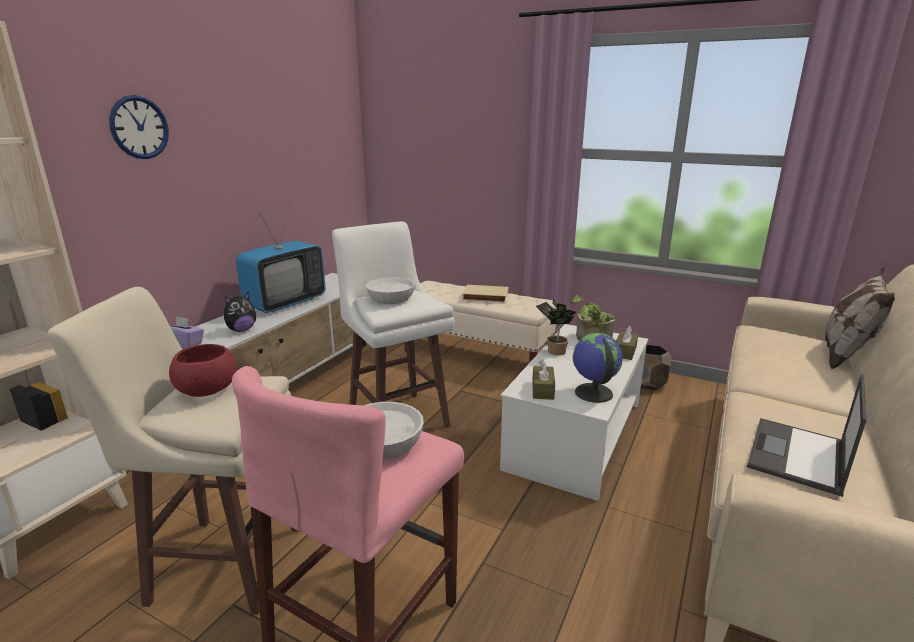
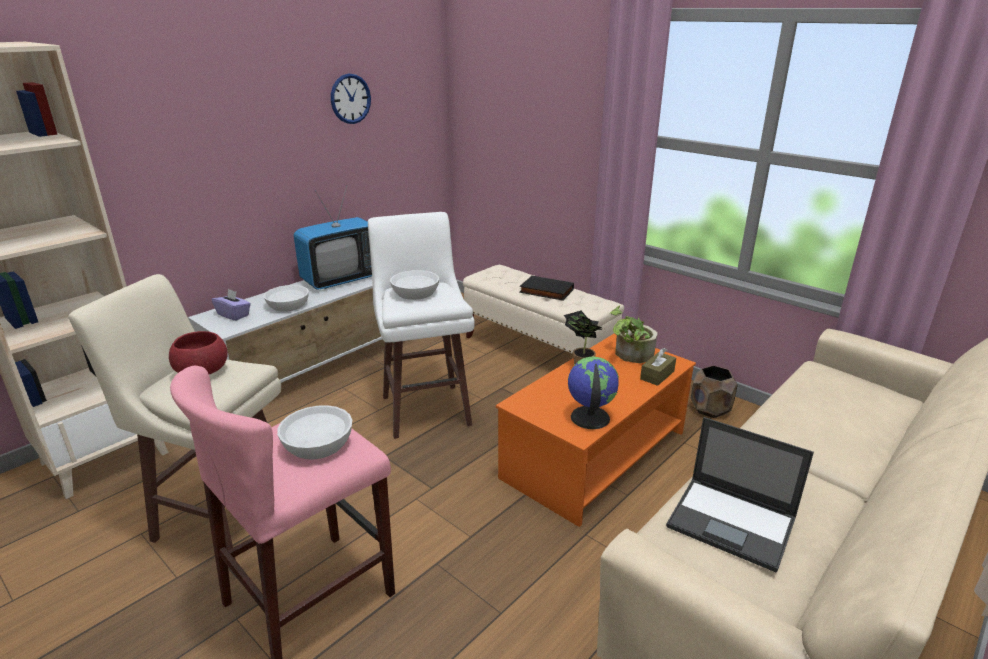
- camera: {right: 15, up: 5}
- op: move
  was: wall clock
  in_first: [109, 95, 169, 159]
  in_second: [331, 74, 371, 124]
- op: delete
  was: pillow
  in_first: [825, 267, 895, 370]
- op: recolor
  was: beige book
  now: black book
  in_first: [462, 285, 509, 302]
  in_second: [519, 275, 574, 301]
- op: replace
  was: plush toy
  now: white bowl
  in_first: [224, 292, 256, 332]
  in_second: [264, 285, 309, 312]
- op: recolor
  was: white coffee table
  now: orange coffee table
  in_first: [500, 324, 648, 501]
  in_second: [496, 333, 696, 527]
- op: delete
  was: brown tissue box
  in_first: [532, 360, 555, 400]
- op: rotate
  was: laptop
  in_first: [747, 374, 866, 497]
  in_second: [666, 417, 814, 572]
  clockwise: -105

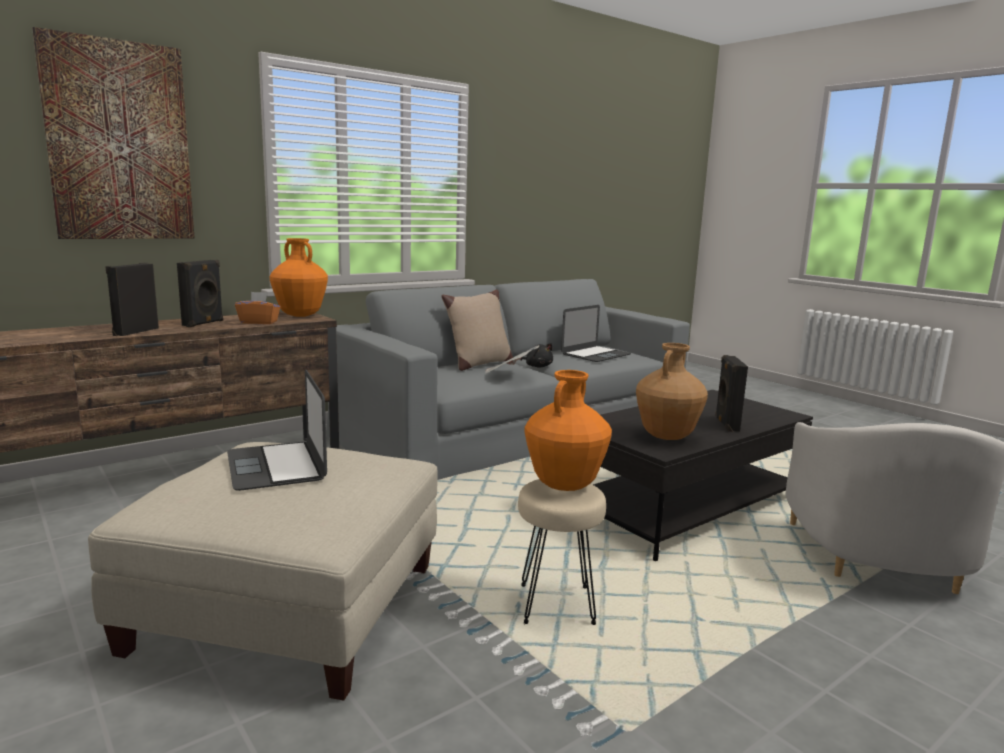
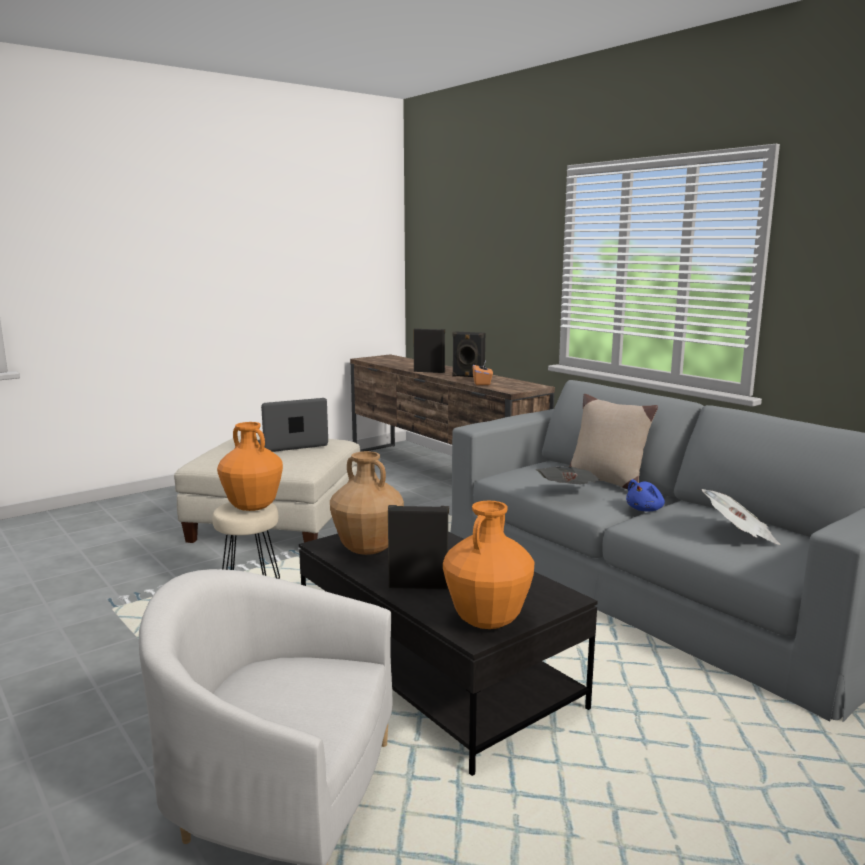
- camera: {right: 90, up: 0}
- op: delete
  was: picture
  in_first: [32, 27, 195, 239]
- op: move
  was: orange vase
  in_first: [270, 238, 328, 317]
  in_second: [443, 501, 534, 629]
- op: replace
  was: laptop
  now: newspaper
  in_first: [561, 305, 631, 362]
  in_second: [701, 489, 781, 545]
- op: recolor
  was: black plush toy
  now: blue plush toy
  in_first: [521, 343, 553, 367]
  in_second: [626, 479, 665, 512]

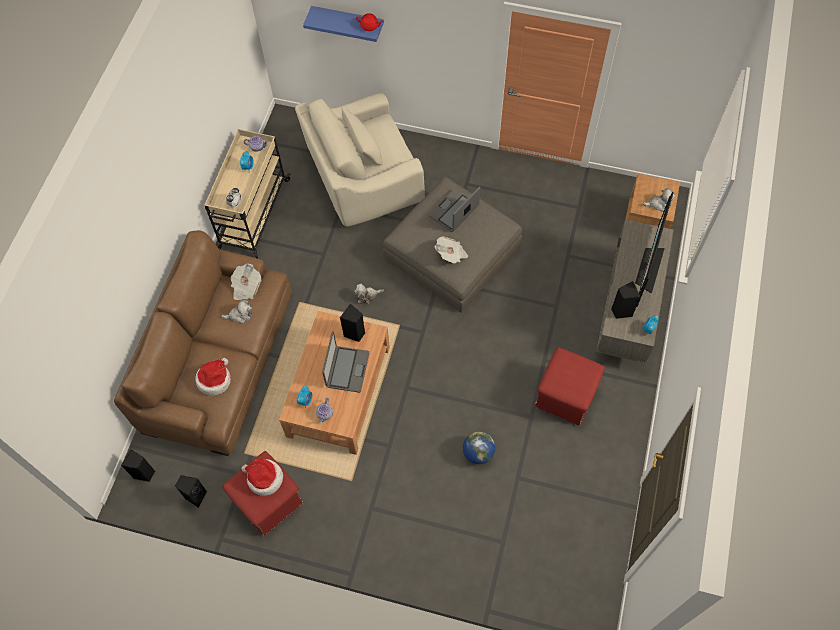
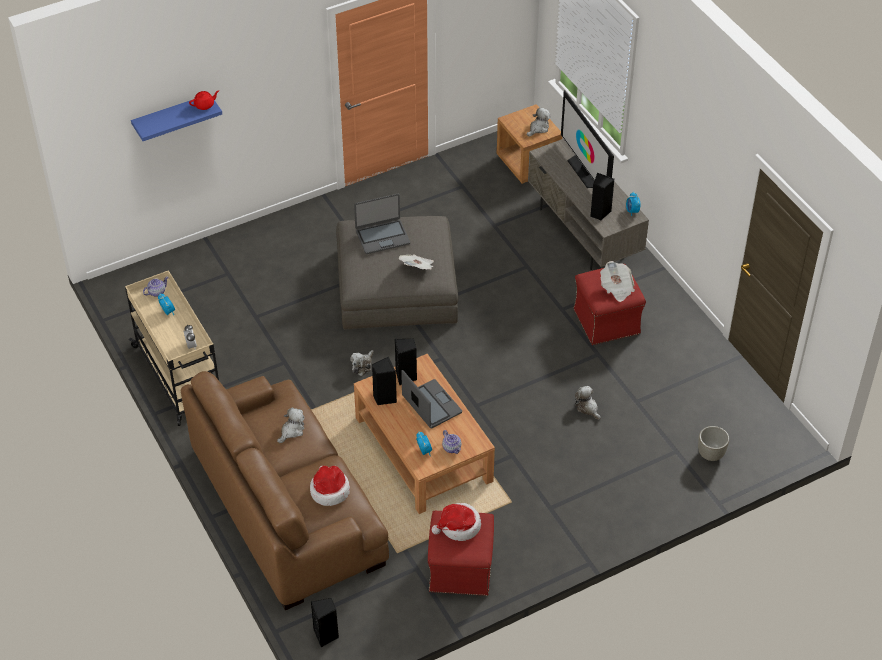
- camera: {right: -45, up: -15}
- op: delete
  was: beige armchair
  in_first: [295, 93, 425, 227]
- op: rotate
  was: laptop
  in_first: [429, 187, 481, 232]
  in_second: [354, 194, 410, 254]
  clockwise: -105
- op: move
  was: newspaper
  in_first: [231, 264, 261, 300]
  in_second: [600, 261, 635, 302]
- op: replace
  was: globe
  now: plush toy
  in_first: [463, 431, 495, 464]
  in_second: [575, 386, 601, 420]
- op: move
  was: black speaker
  in_first: [175, 475, 207, 508]
  in_second: [372, 357, 397, 405]
- op: insert
  now: grey planter
  in_second: [698, 426, 729, 461]

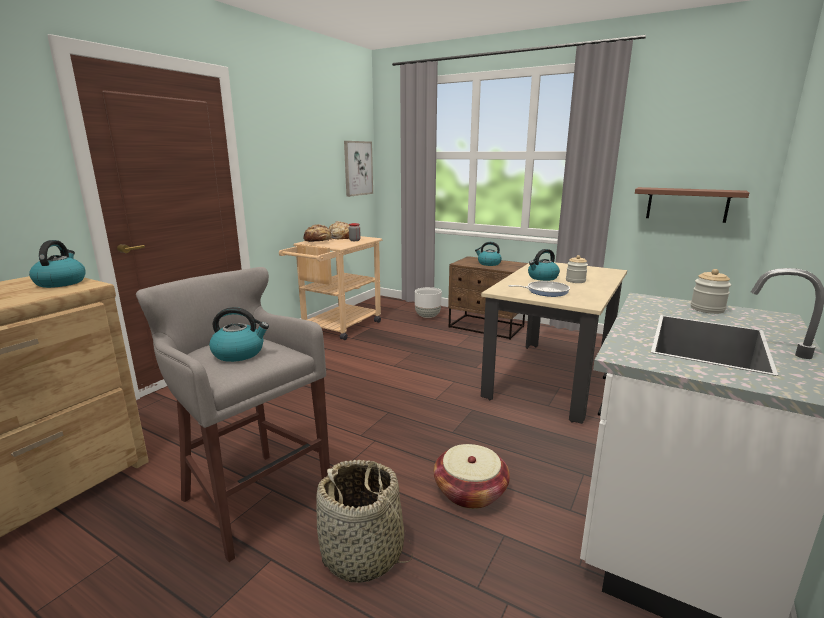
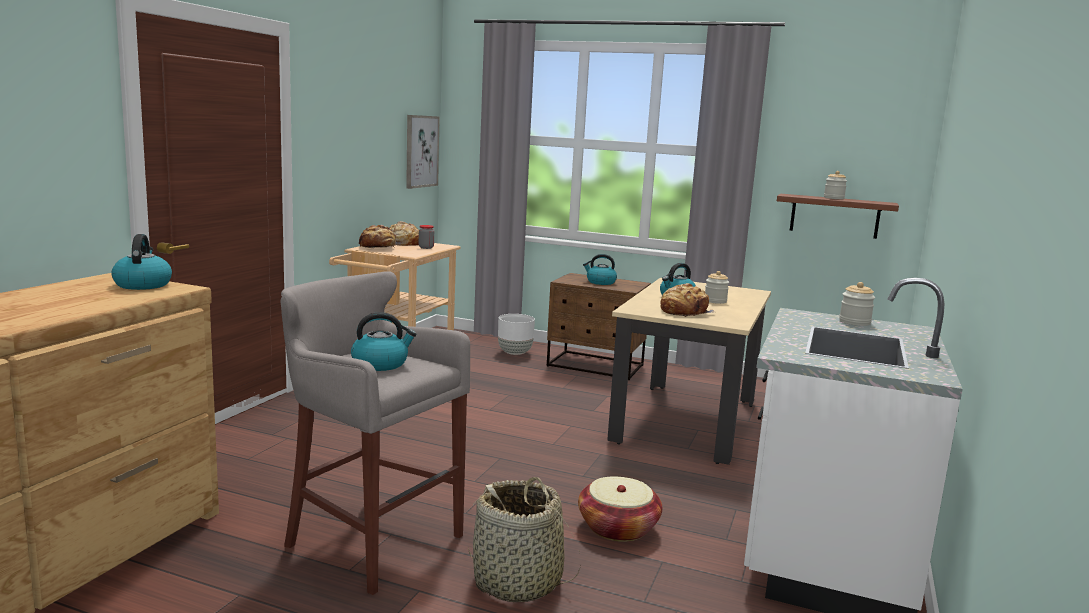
- camera: {right: -10, up: -5}
- op: replace
  was: frying pan
  now: bread
  in_first: [508, 281, 570, 297]
  in_second: [660, 283, 714, 317]
- op: insert
  now: jar
  in_second: [824, 171, 847, 199]

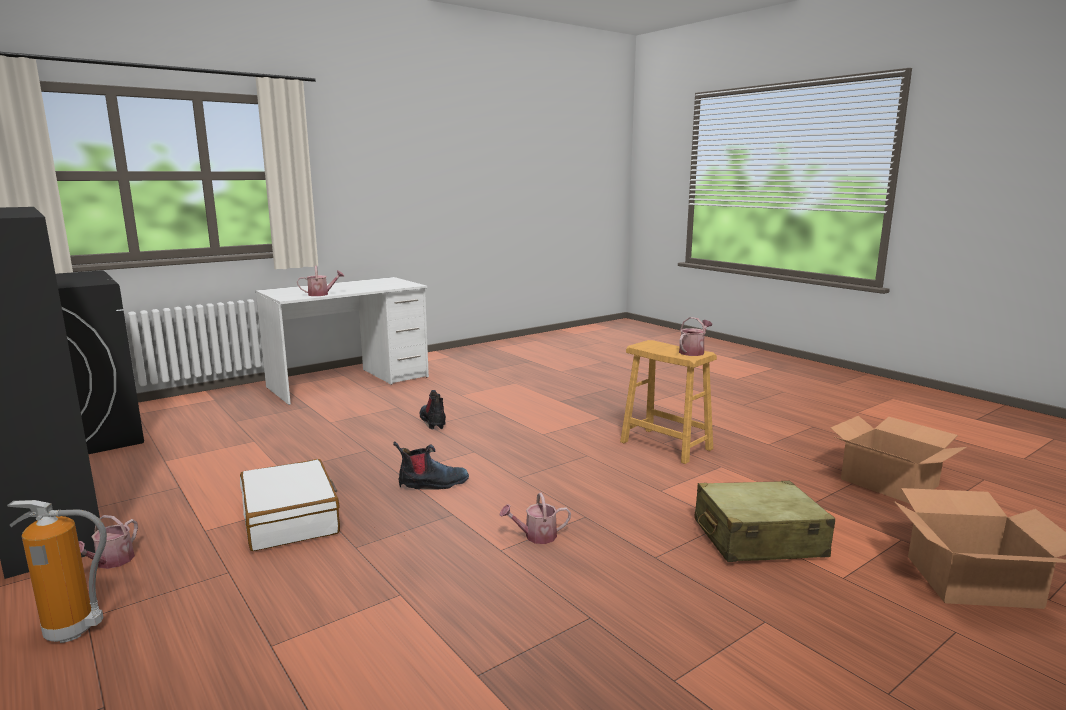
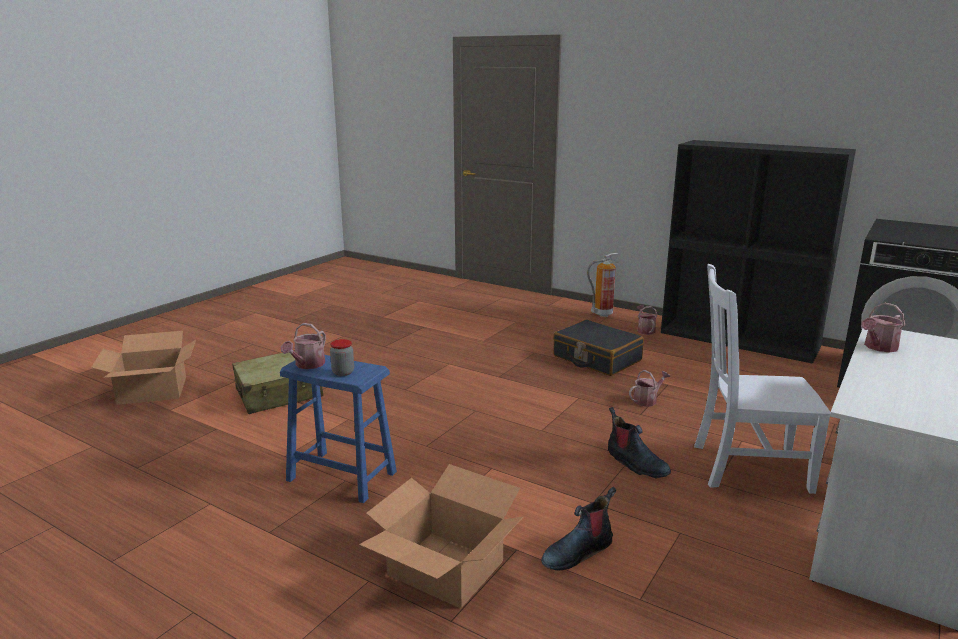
- camera: {right: 160, up: 5}
- op: recolor
  was: brown stool
  now: blue stool
  in_first: [620, 340, 717, 464]
  in_second: [280, 355, 397, 503]
- op: move
  was: cardboard box
  in_first: [831, 416, 967, 504]
  in_second: [359, 464, 523, 608]
- op: move
  was: boot
  in_first: [393, 441, 469, 490]
  in_second: [541, 487, 616, 571]
- op: recolor
  was: white suitcase
  now: black suitcase
  in_first: [240, 459, 340, 551]
  in_second: [553, 319, 644, 376]
- op: move
  was: watering can
  in_first: [499, 492, 571, 544]
  in_second: [629, 370, 670, 407]
- op: insert
  now: white chair
  in_second: [694, 264, 830, 494]
- op: insert
  now: jar
  in_second: [330, 339, 354, 376]

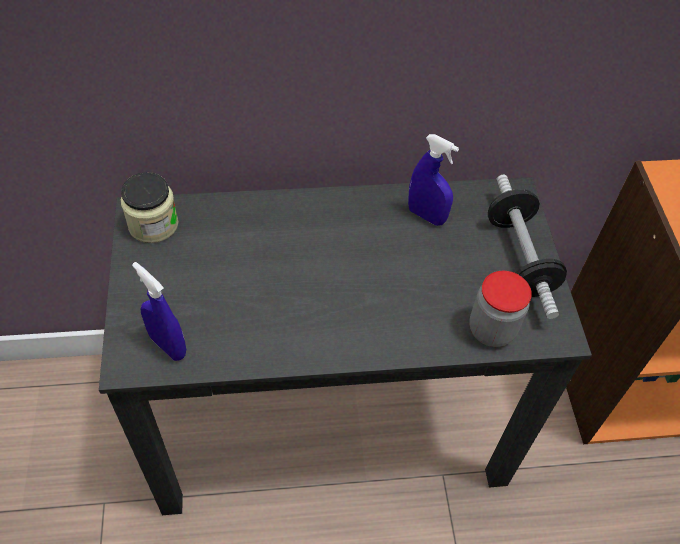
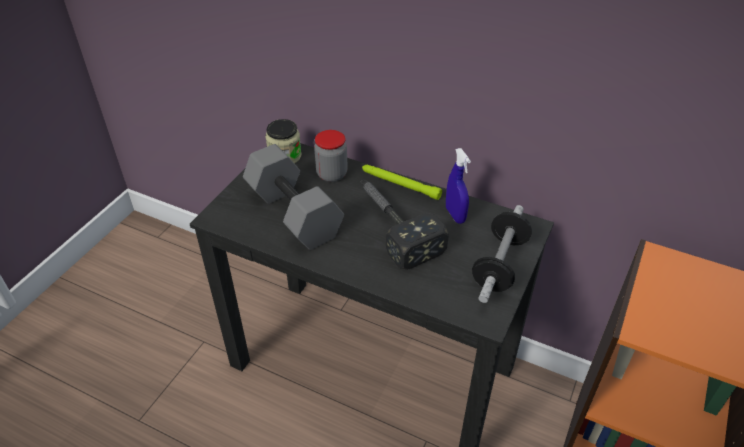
- camera: {right: 35, up: -10}
- op: delete
  was: blue spray bottle
  in_first: [132, 262, 186, 361]
- op: move
  was: jar
  in_first: [469, 271, 532, 347]
  in_second: [314, 130, 348, 182]
- op: insert
  now: grey dumbbell
  in_second: [243, 144, 344, 250]
- op: insert
  now: green flashlight
  in_second: [362, 165, 442, 200]
- op: insert
  now: hammer
  in_second: [361, 180, 449, 270]

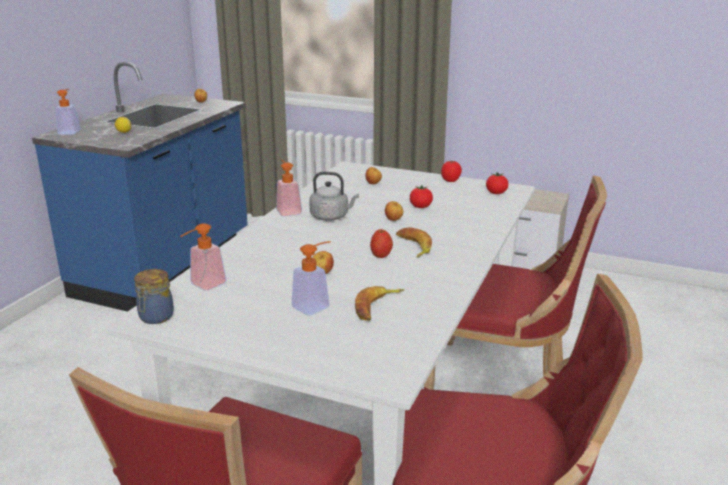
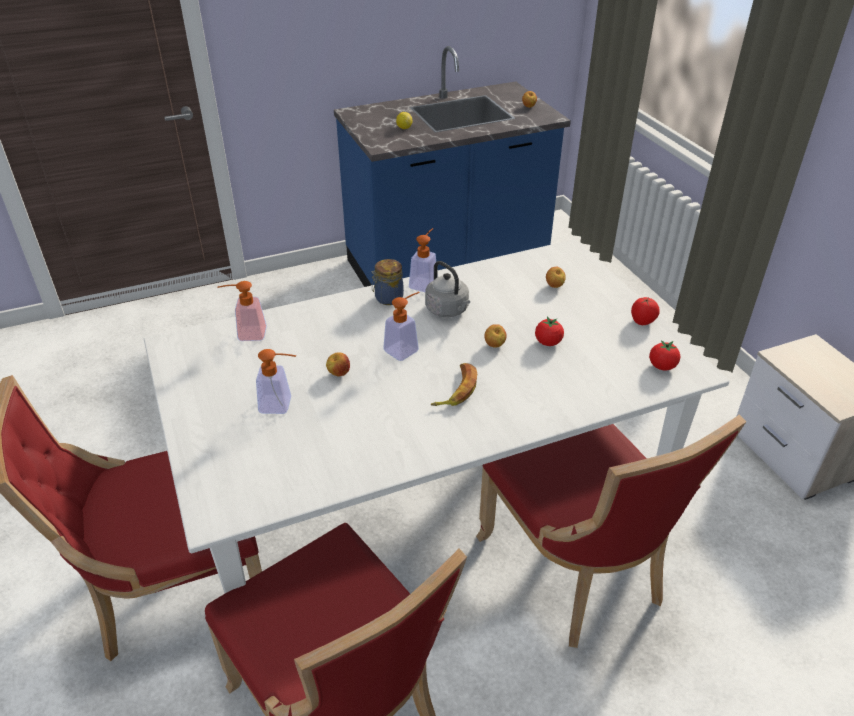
- camera: {right: 45, up: 15}
- op: move
  was: soap dispenser
  in_first: [55, 89, 81, 135]
  in_second: [383, 292, 420, 361]
- op: delete
  was: apple
  in_first: [370, 229, 393, 258]
- op: move
  was: jar
  in_first: [134, 269, 174, 324]
  in_second: [372, 259, 404, 305]
- op: delete
  was: banana
  in_first: [355, 286, 404, 321]

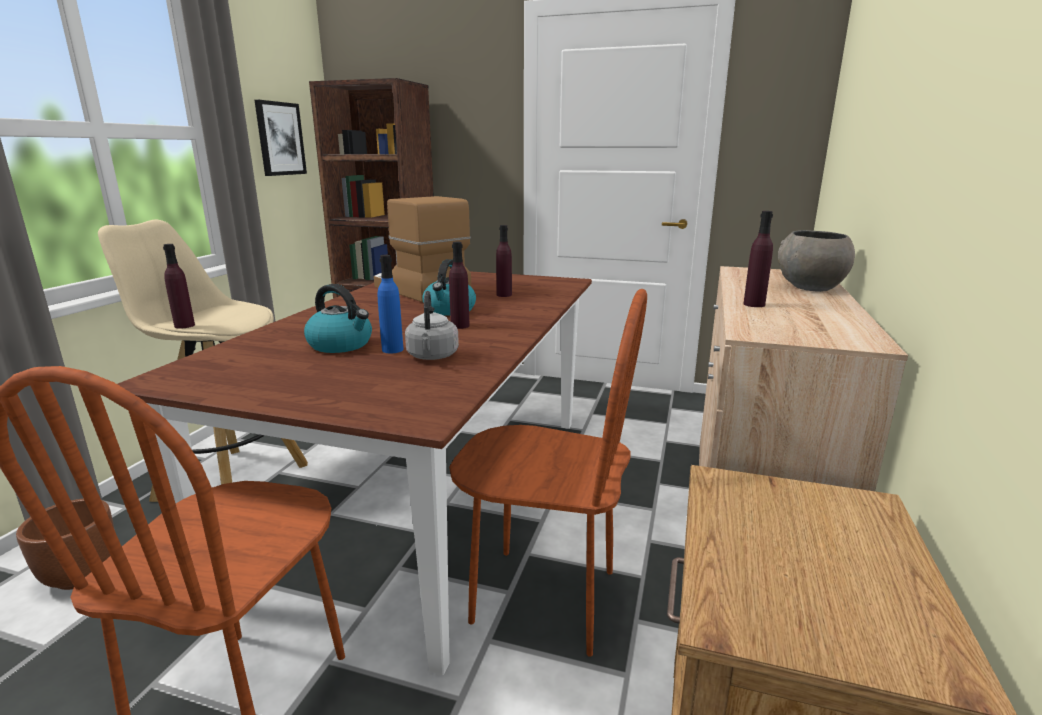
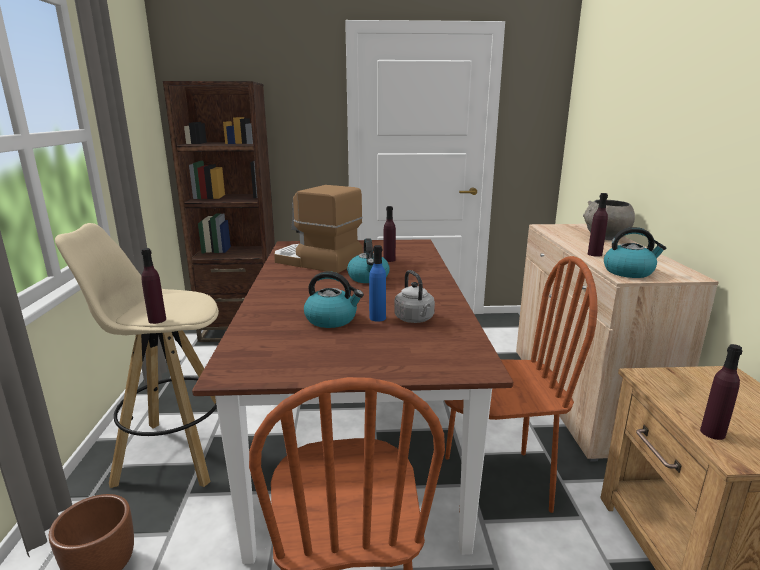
- camera: {right: -20, up: 0}
- op: delete
  was: picture
  in_first: [254, 100, 307, 176]
- op: move
  was: purple bottle
  in_first: [449, 242, 470, 329]
  in_second: [700, 344, 743, 440]
- op: insert
  now: kettle
  in_second: [604, 227, 666, 278]

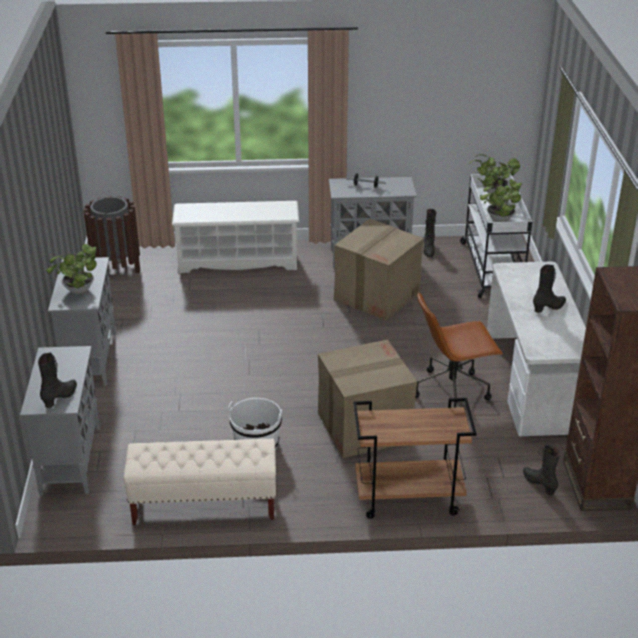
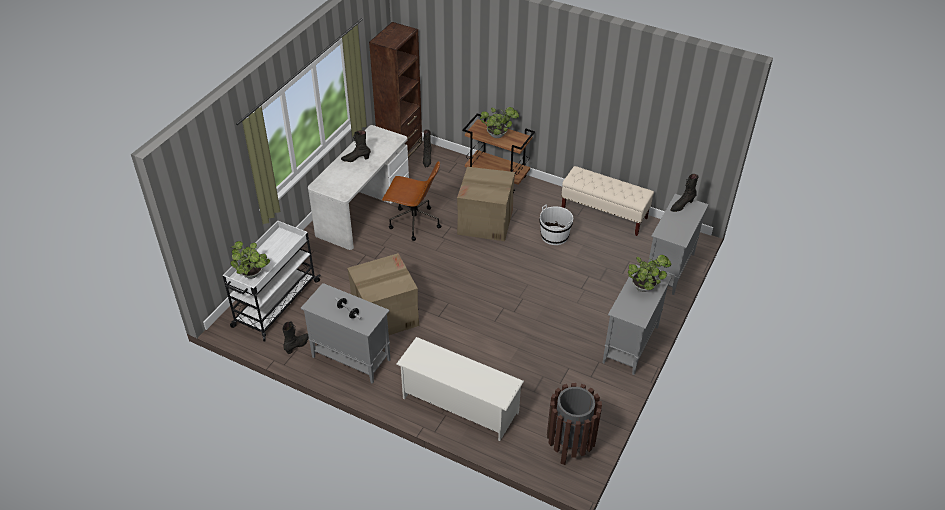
- camera: {right: -150, up: 10}
- op: move
  was: potted plant
  in_first: [480, 179, 522, 222]
  in_second: [480, 107, 519, 138]

